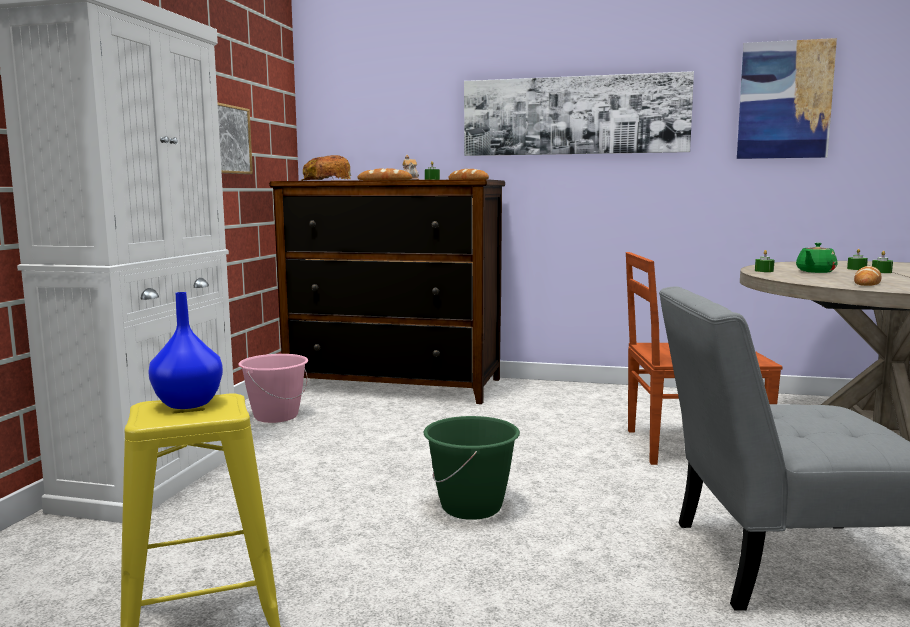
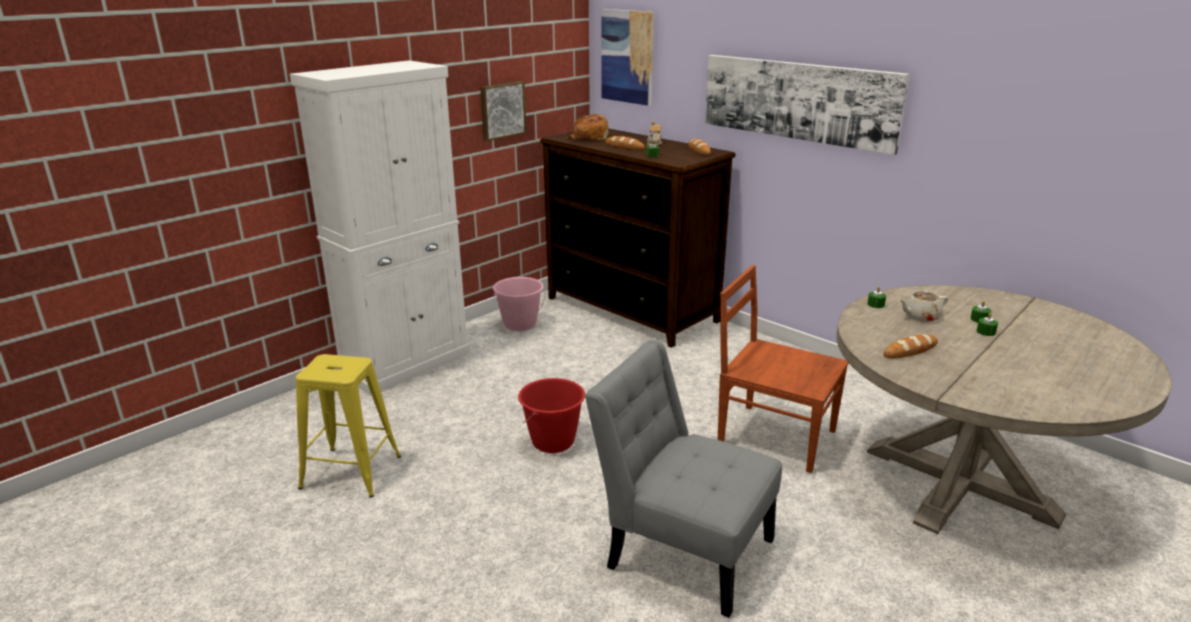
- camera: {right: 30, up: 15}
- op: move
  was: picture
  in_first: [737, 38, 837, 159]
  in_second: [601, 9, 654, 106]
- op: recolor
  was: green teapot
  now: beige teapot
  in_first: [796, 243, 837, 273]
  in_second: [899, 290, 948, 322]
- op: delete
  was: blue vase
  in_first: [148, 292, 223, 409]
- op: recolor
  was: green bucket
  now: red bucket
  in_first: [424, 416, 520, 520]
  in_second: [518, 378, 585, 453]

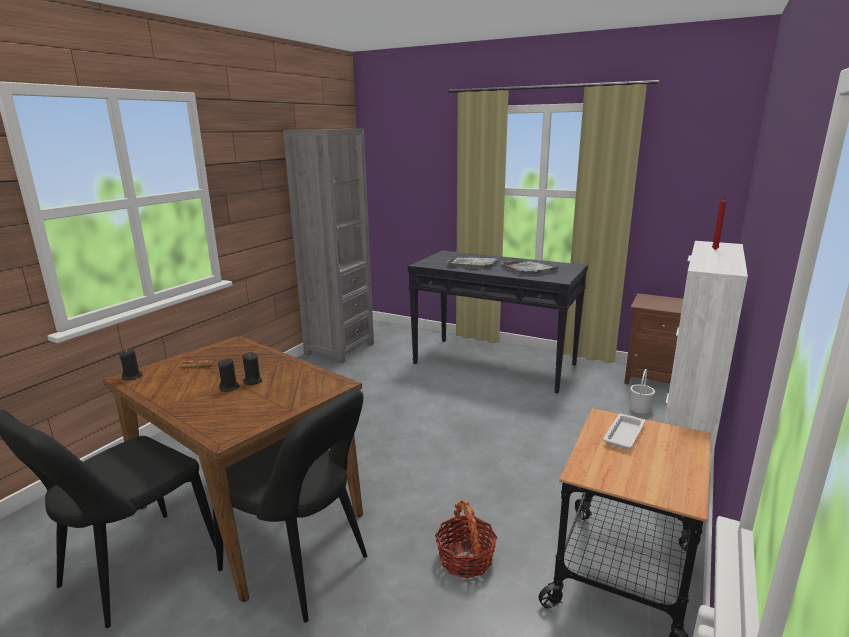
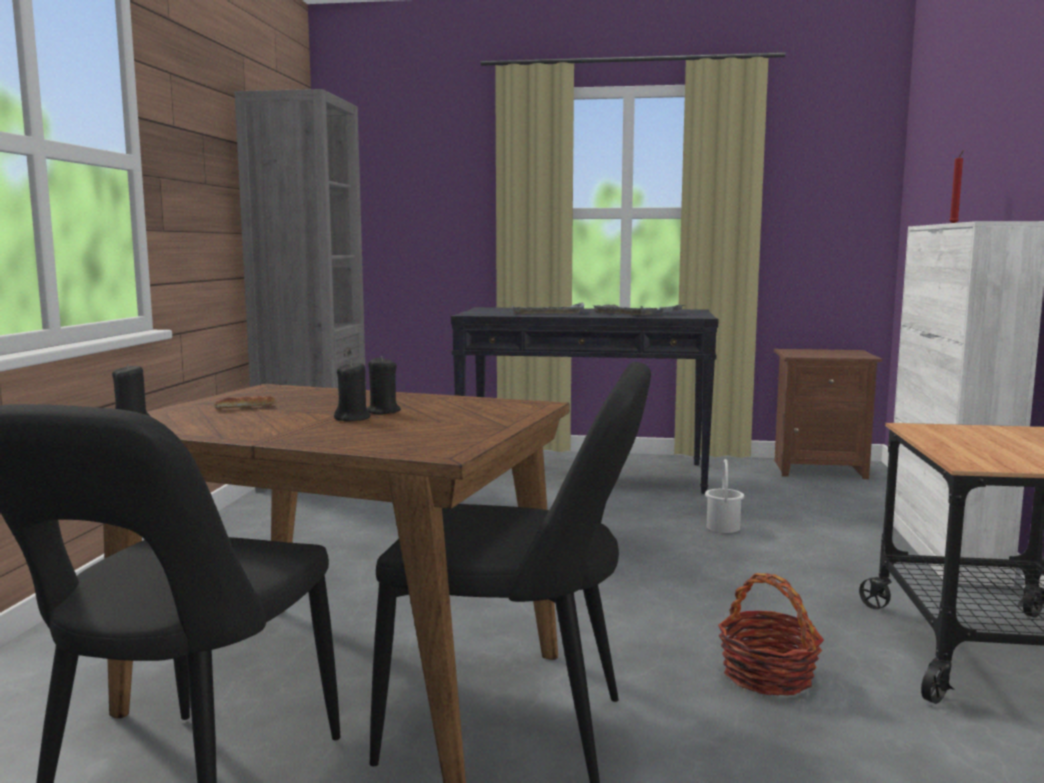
- camera: {right: -20, up: -10}
- op: move
  was: white bucket
  in_first: [630, 369, 655, 414]
  in_second: [705, 459, 744, 533]
- op: delete
  was: white tray
  in_first: [603, 414, 645, 449]

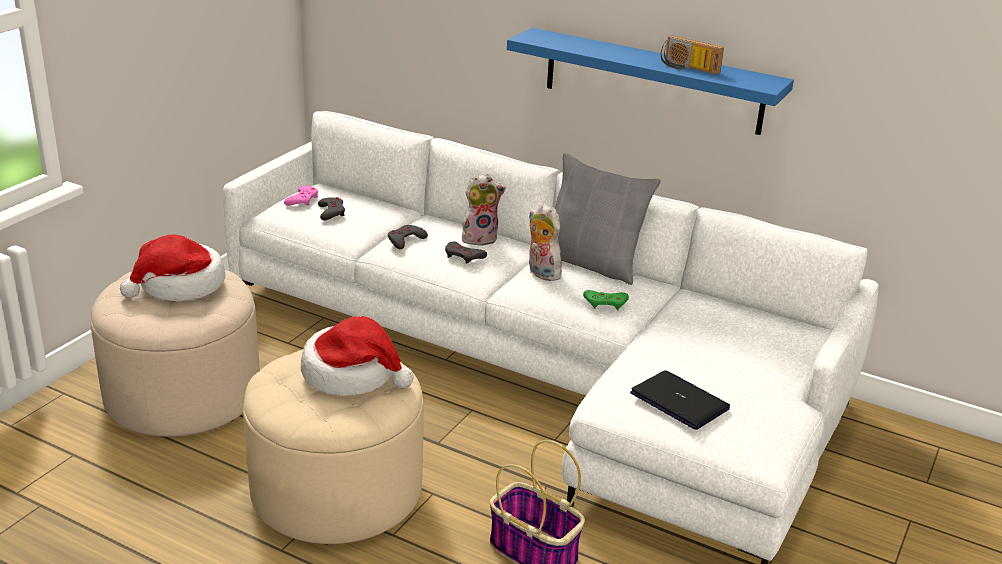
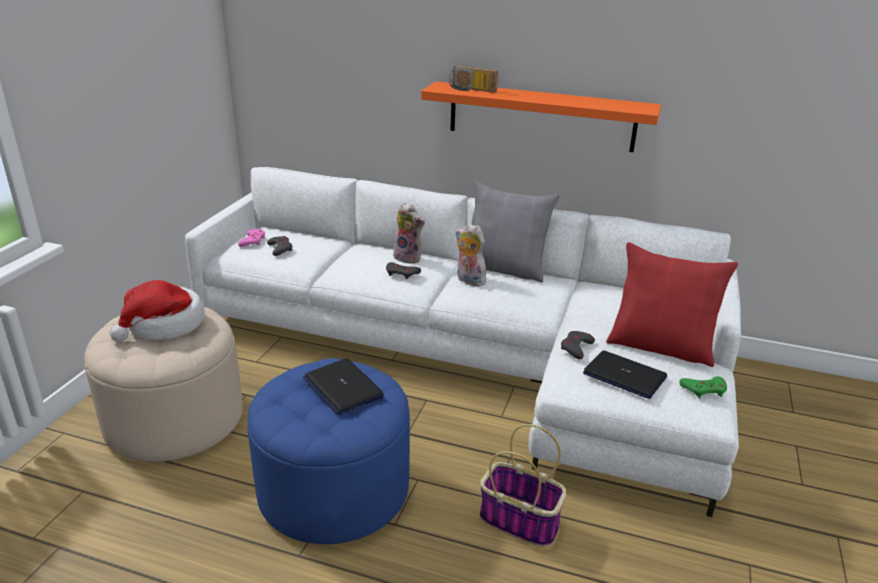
- camera: {right: -10, up: 0}
- op: recolor
  was: blue shelf
  now: orange shelf
  in_first: [507, 28, 794, 135]
  in_second: [421, 82, 661, 152]
- op: move
  was: radio
  in_first: [660, 35, 724, 74]
  in_second: [449, 66, 498, 93]
- op: rotate
  was: plush toy
  in_first: [462, 174, 506, 246]
  in_second: [393, 203, 425, 263]
  clockwise: 60
- op: move
  was: grey game controller
  in_first: [388, 225, 428, 249]
  in_second: [561, 331, 595, 359]
- op: move
  was: green game controller
  in_first: [583, 290, 629, 310]
  in_second: [679, 377, 727, 398]
- op: replace
  was: hat
  now: laptop
  in_first: [301, 316, 414, 396]
  in_second: [303, 358, 384, 415]
- op: recolor
  was: beige ottoman
  now: blue ottoman
  in_first: [243, 349, 424, 545]
  in_second: [247, 358, 410, 544]
- op: insert
  now: red pillow
  in_second: [606, 242, 738, 367]

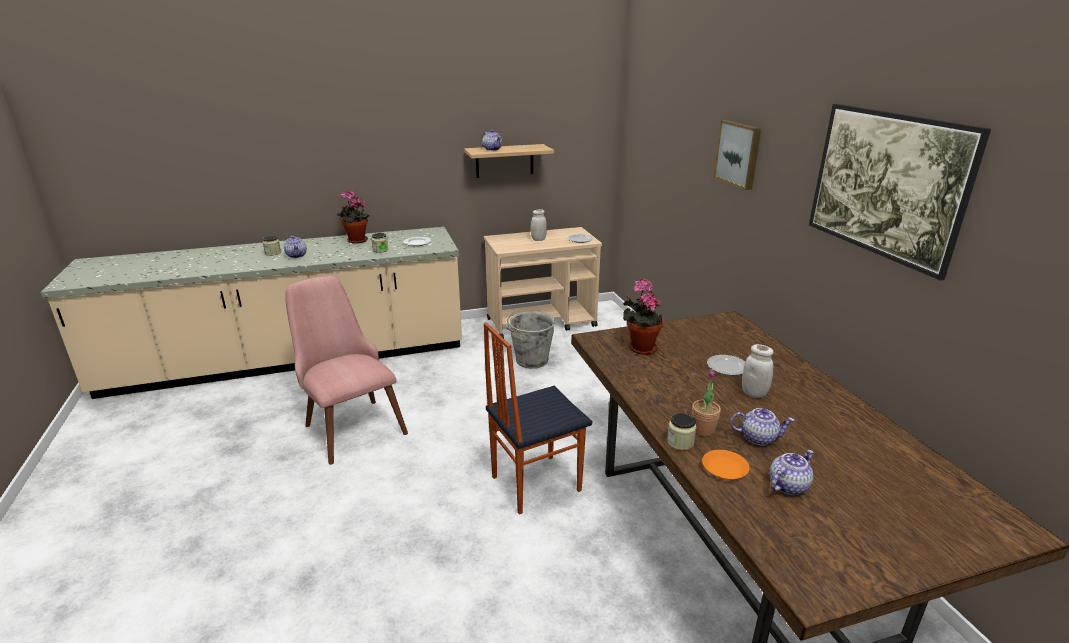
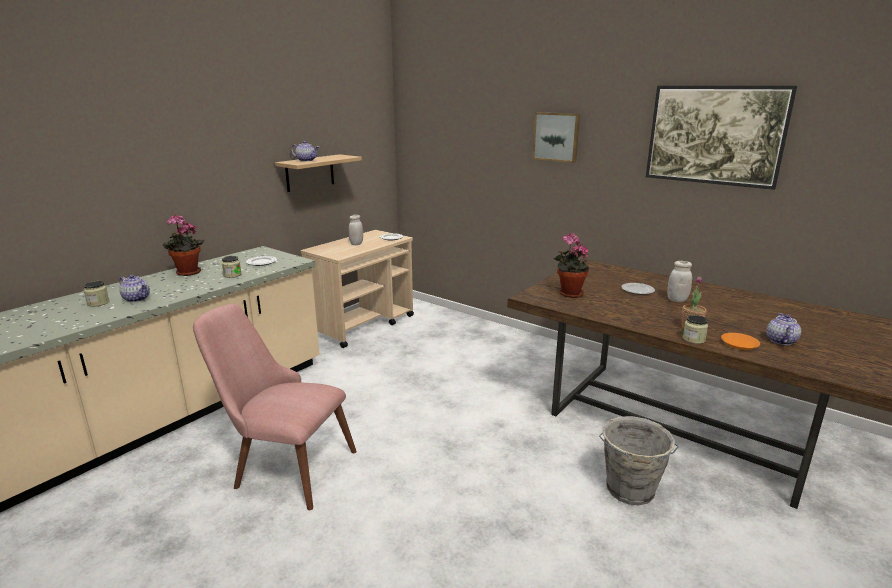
- camera: {right: -35, up: -5}
- op: move
  was: grey bucket
  in_first: [506, 311, 556, 369]
  in_second: [599, 416, 679, 505]
- op: delete
  was: chair
  in_first: [484, 322, 592, 514]
- op: delete
  was: teapot
  in_first: [730, 408, 795, 446]

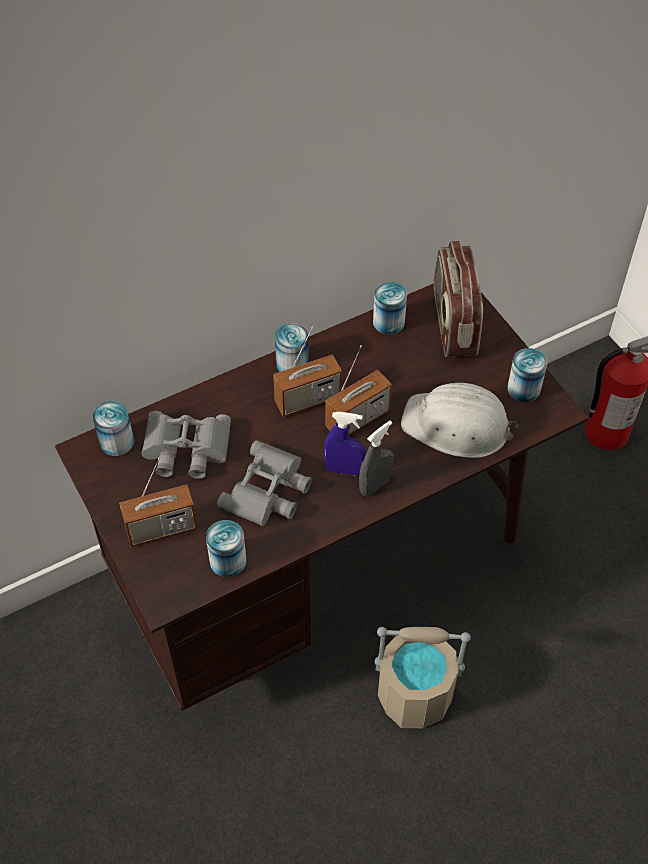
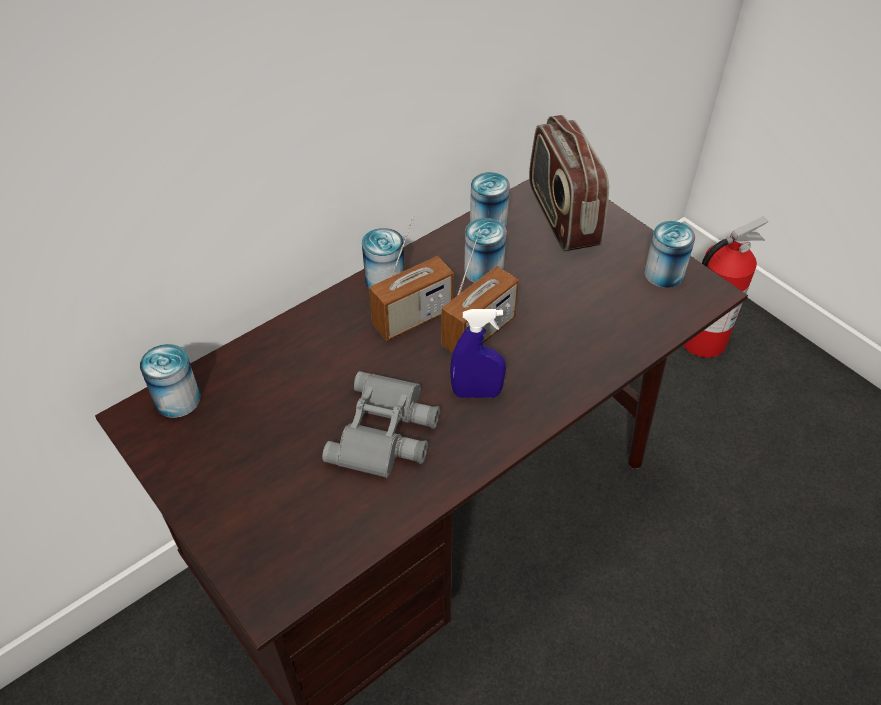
- camera: {right: -10, up: -5}
- op: delete
  was: white hard hat
  in_first: [401, 383, 519, 458]
- op: delete
  was: grey binoculars
  in_first: [142, 411, 231, 479]
- op: delete
  was: grey spray bottle
  in_first: [359, 420, 394, 496]
- op: delete
  was: radio
  in_first: [119, 457, 197, 547]
- op: move
  was: can
  in_first: [206, 520, 246, 577]
  in_second: [464, 218, 506, 283]
- op: delete
  was: beige bucket
  in_first: [375, 627, 471, 728]

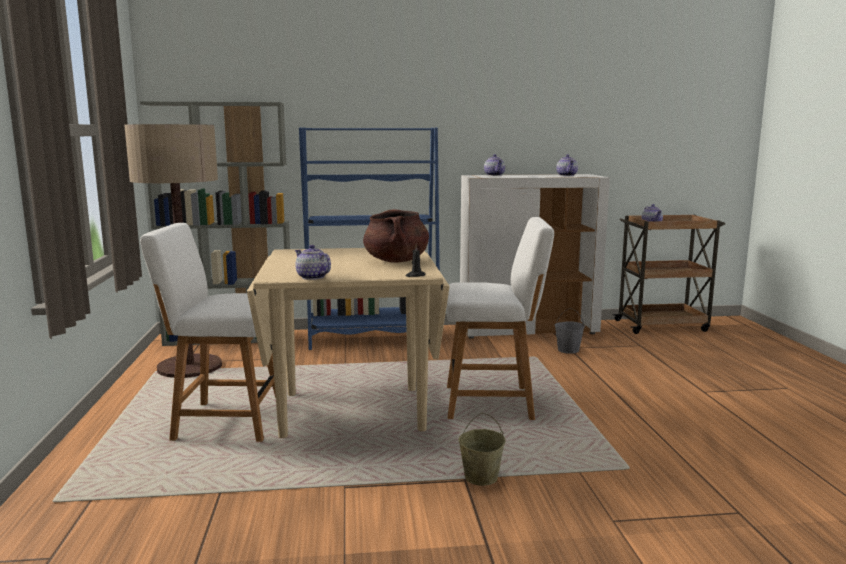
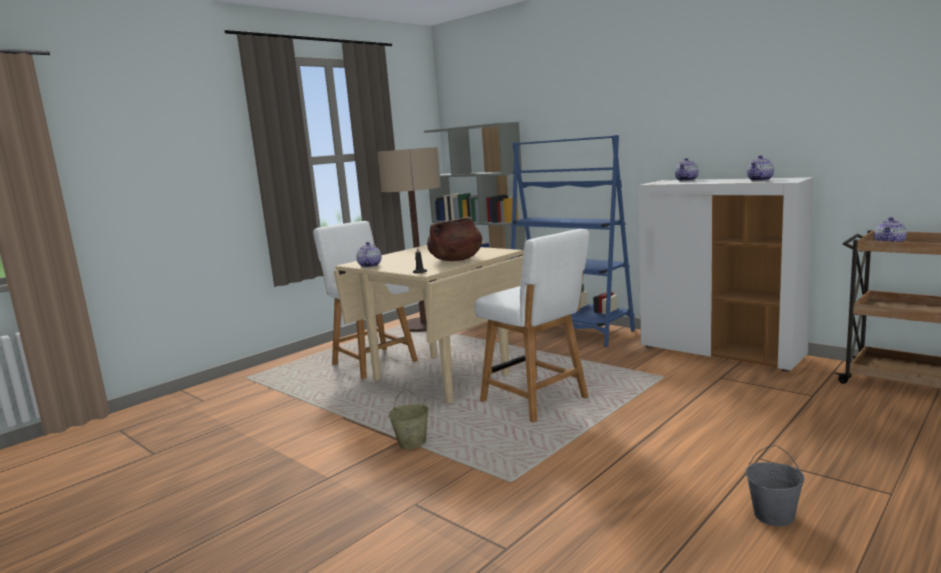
- camera: {right: 50, up: 0}
- op: move
  was: grey bucket
  in_first: [555, 308, 585, 354]
  in_second: [745, 445, 805, 526]

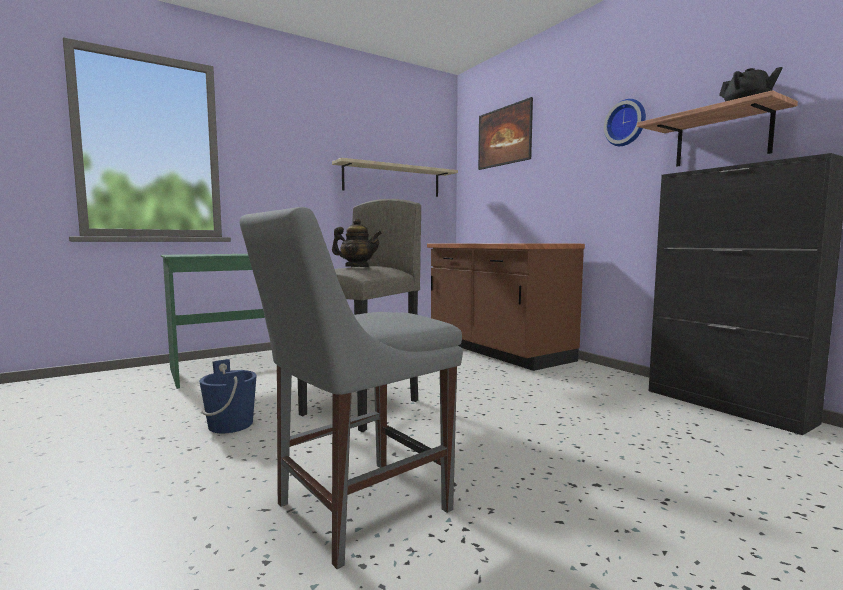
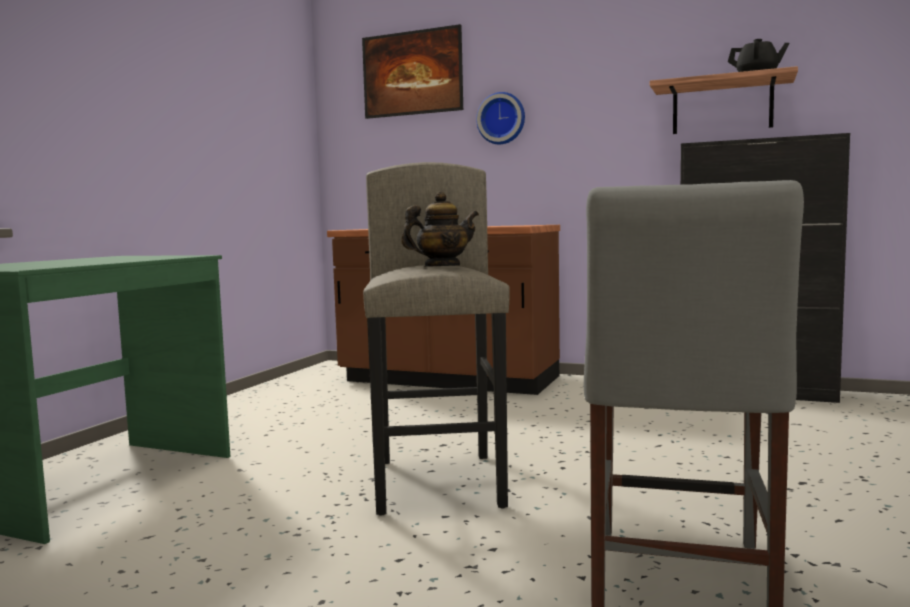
- camera: {right: -35, up: 0}
- op: move
  was: wall clock
  in_first: [604, 99, 646, 146]
  in_second: [476, 92, 525, 144]
- op: delete
  was: beige shelf
  in_first: [332, 158, 458, 197]
- op: delete
  was: blue bucket
  in_first: [199, 359, 257, 433]

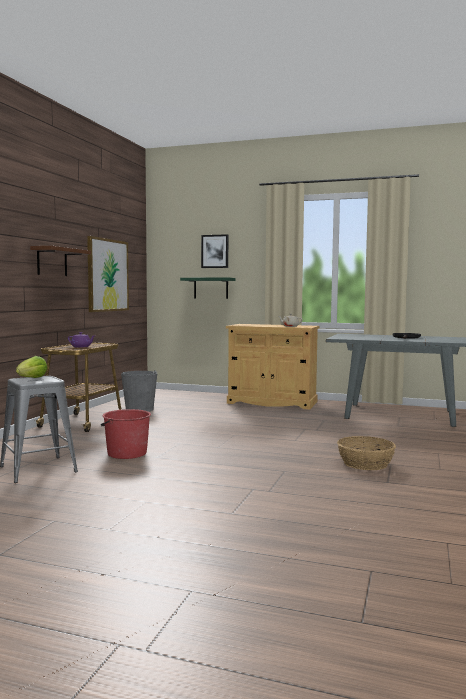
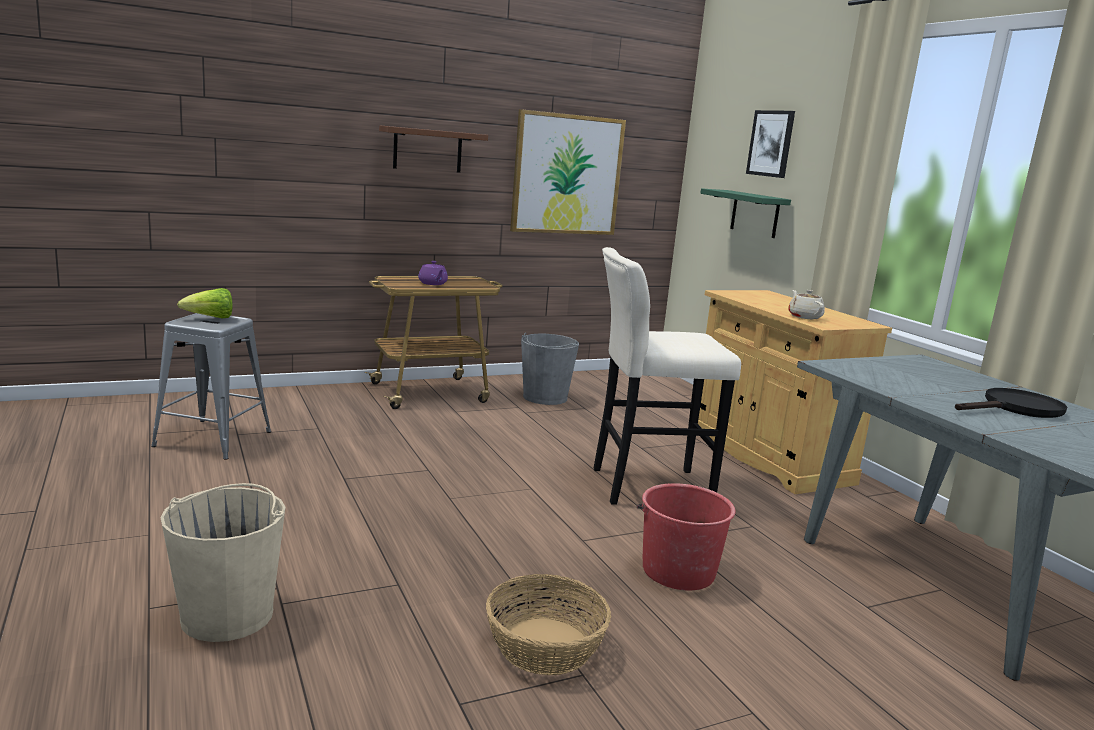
- camera: {right: 45, up: 10}
- op: move
  was: red bucket
  in_first: [101, 409, 151, 459]
  in_second: [637, 483, 736, 590]
- op: insert
  now: beige stool
  in_second: [593, 247, 741, 505]
- op: insert
  now: beige bucket
  in_second: [161, 483, 285, 642]

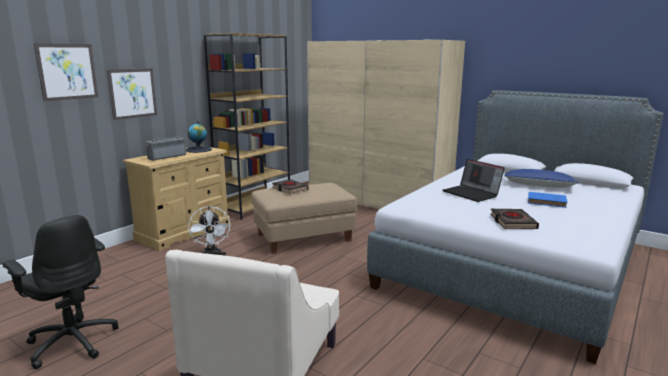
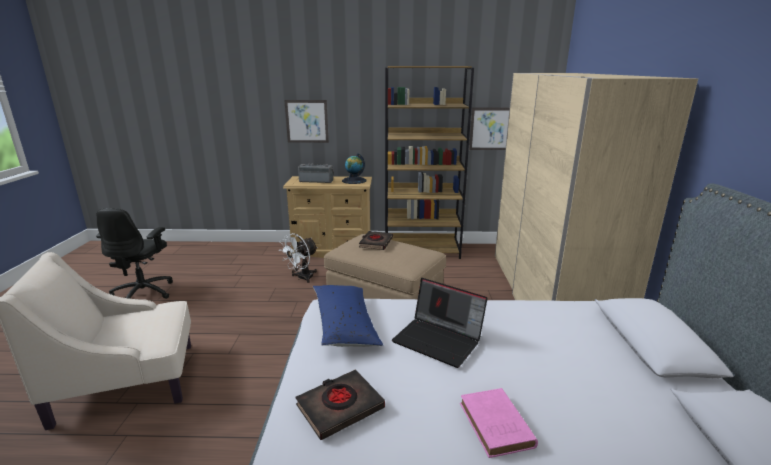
- camera: {right: 55, up: 5}
- op: move
  was: picture
  in_first: [34, 43, 98, 101]
  in_second: [469, 107, 510, 150]
- op: rotate
  was: laptop
  in_first: [442, 159, 505, 202]
  in_second: [392, 278, 488, 368]
  clockwise: -75
- op: move
  was: blue pillow
  in_first: [504, 169, 579, 188]
  in_second: [313, 285, 383, 347]
- op: recolor
  was: blue book
  now: pink book
  in_first: [528, 192, 567, 208]
  in_second: [460, 388, 538, 458]

